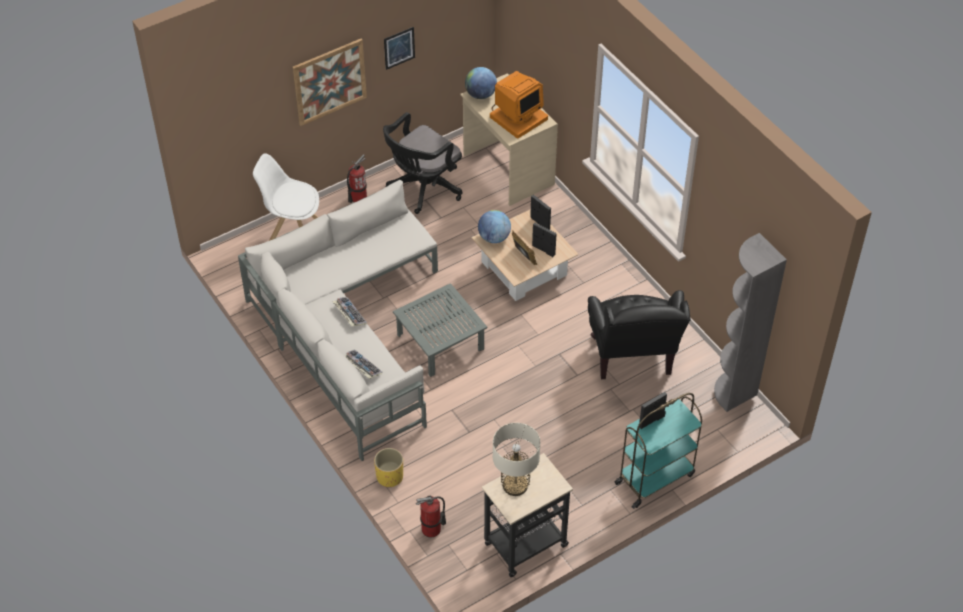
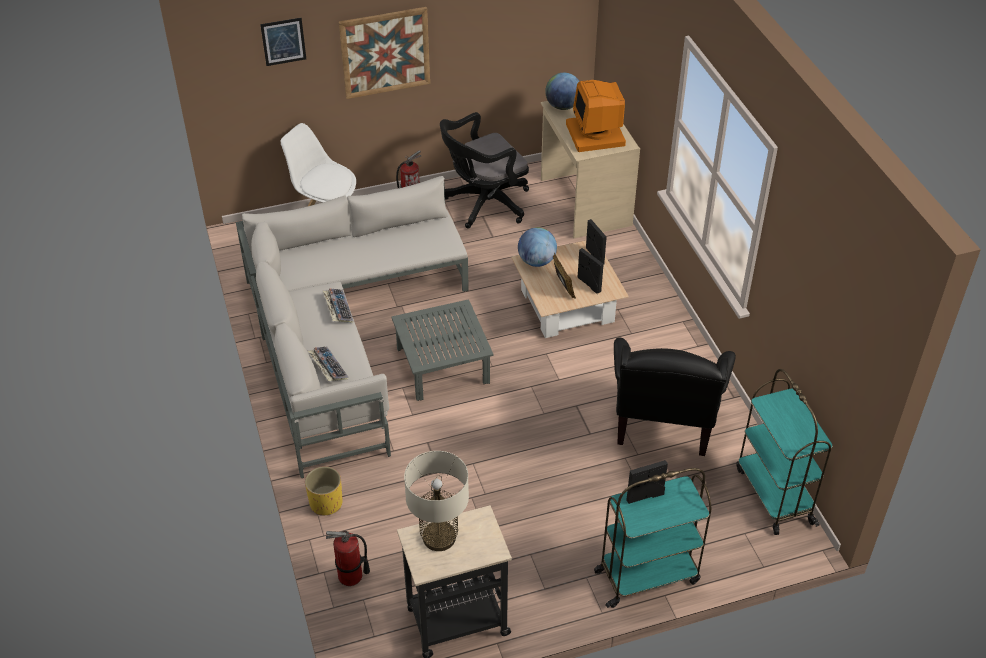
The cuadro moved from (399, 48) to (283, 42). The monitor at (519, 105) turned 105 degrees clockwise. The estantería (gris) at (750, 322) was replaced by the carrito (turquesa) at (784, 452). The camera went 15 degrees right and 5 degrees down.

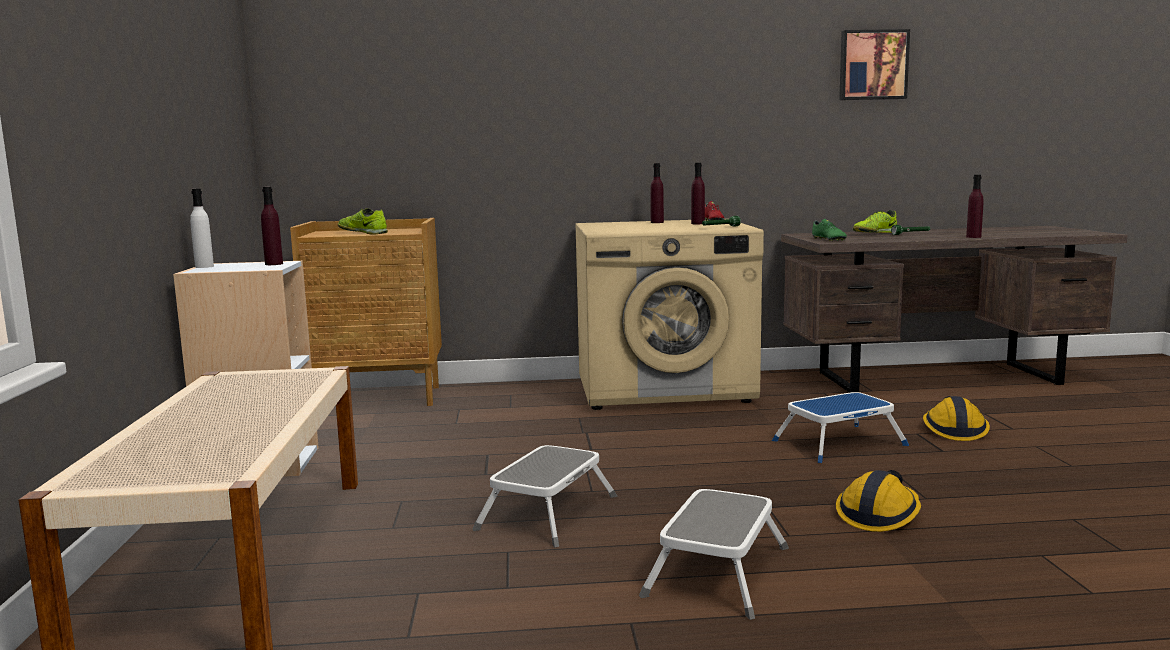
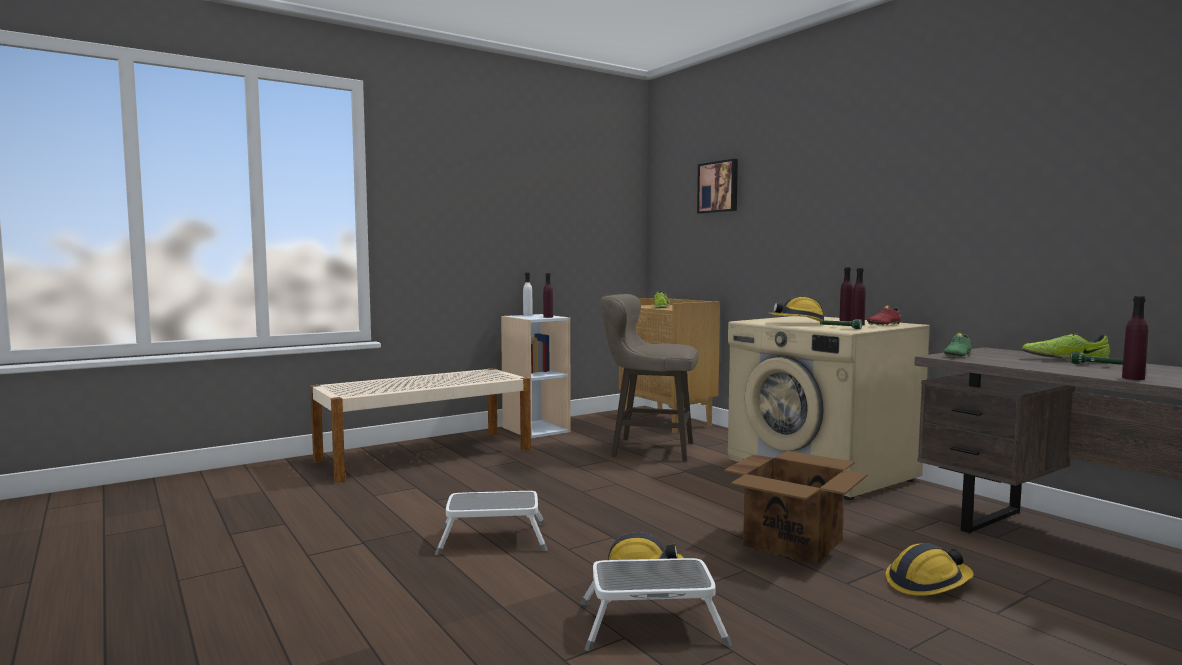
The escalera de tijera (gris) moved from (545, 496) to (656, 604). The taburete (beis) at (649, 377) appeared. The cuadro moved from (874, 64) to (717, 186). The escalera de tijera (azul) at (840, 427) was replaced by the caja de cartón at (796, 507). The casco at (796, 309) appeared. The camera went 60 degrees right and 5 degrees down.

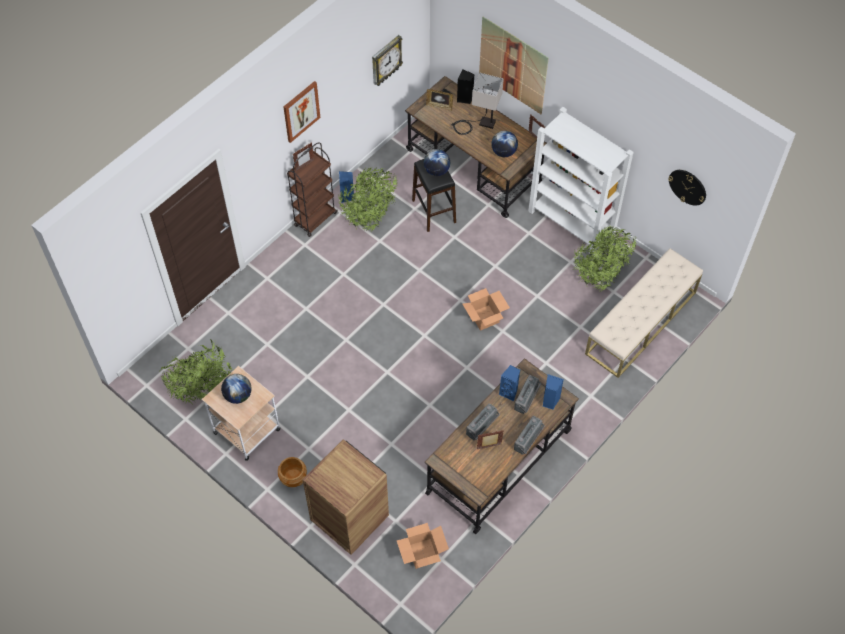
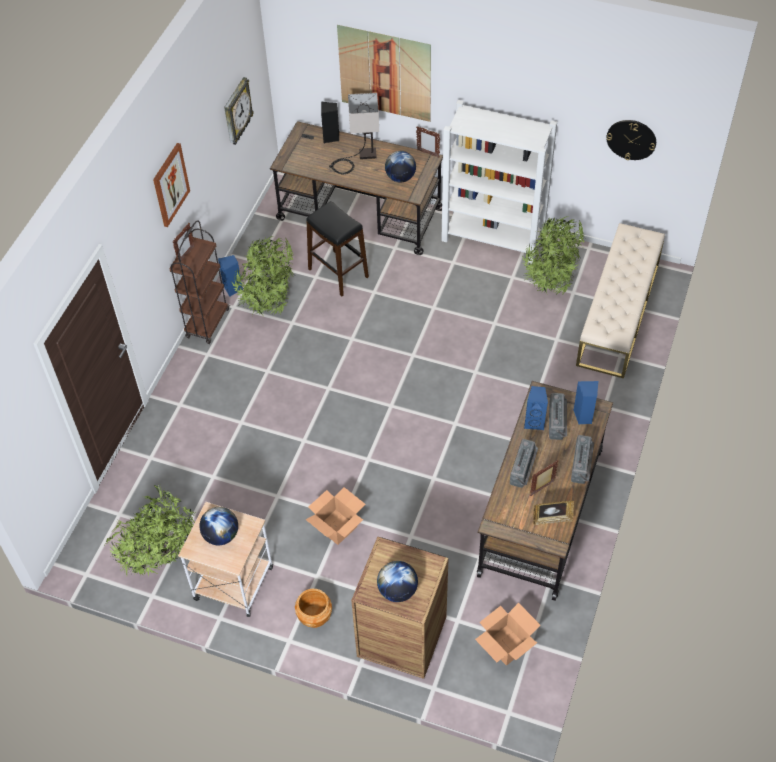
The caja de cartón moved from (486, 309) to (336, 516). The globo terráqueo moved from (437, 162) to (397, 581). The portarretratos moved from (439, 100) to (553, 512). The camera went 20 degrees left and 5 degrees down.

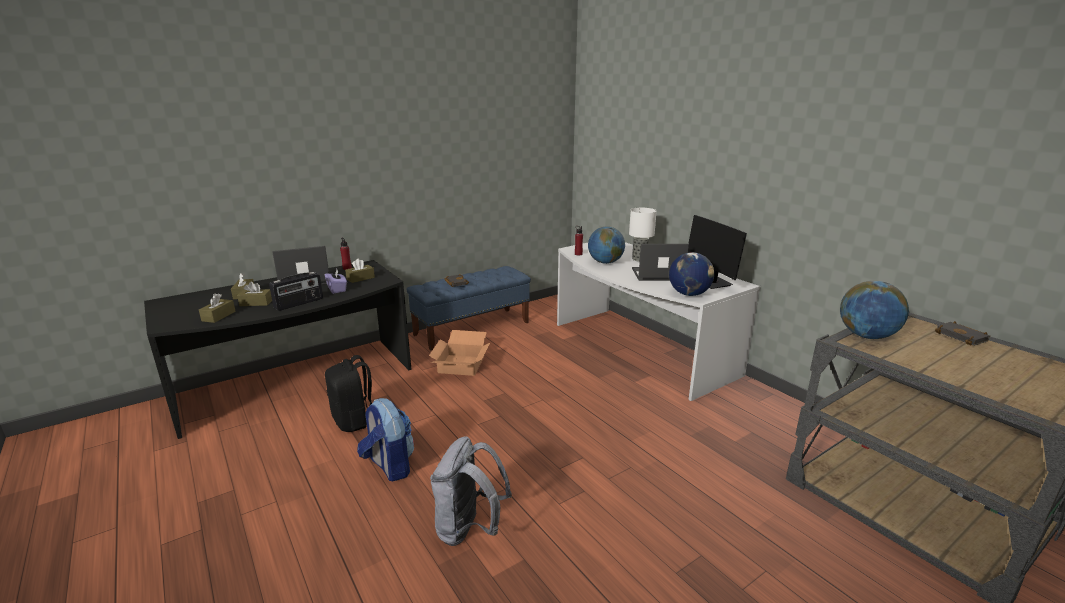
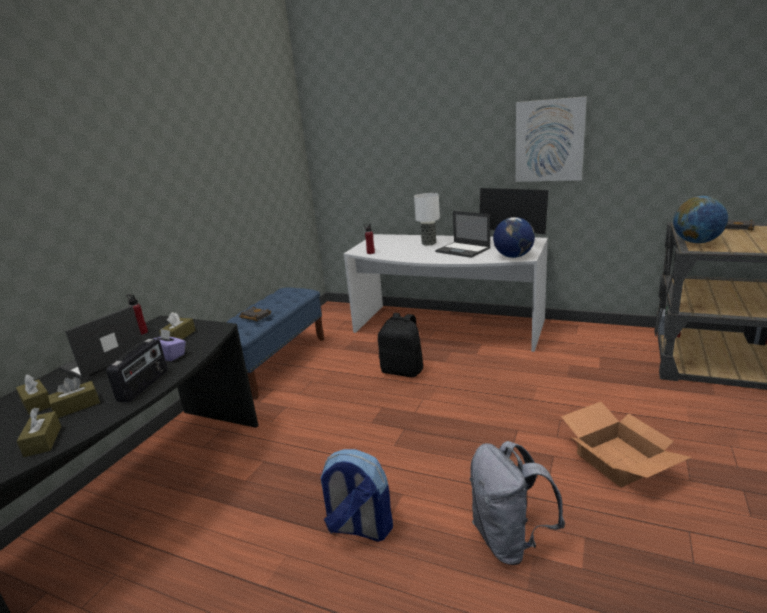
The mochila (negro) moved from (348, 393) to (400, 345). The portátil at (660, 262) turned 105 degrees counterclockwise. The cuadro at (551, 139) appeared. The caja de cartón moved from (459, 353) to (626, 445). The globo terráqueo at (606, 245) disappeared. The camera went 30 degrees left and 0 degrees up.

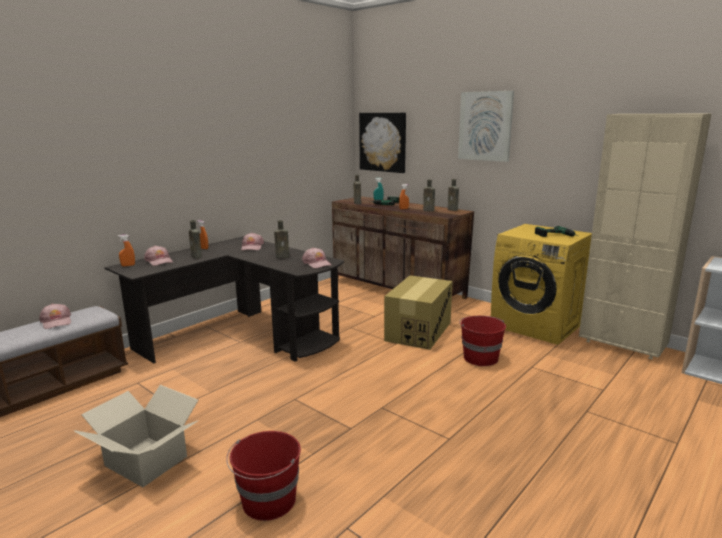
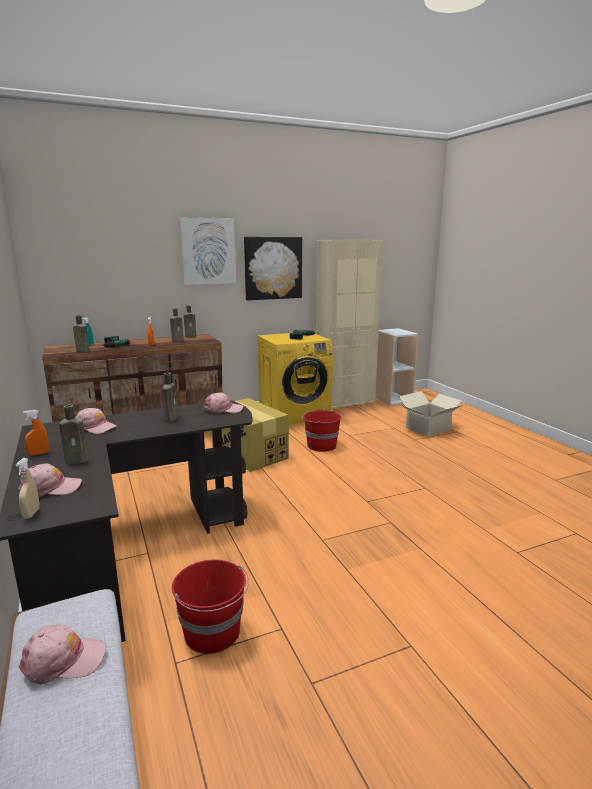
The pulverizador (naranja) at (126, 250) became the pulverizador (beis) at (28, 488). The cubo (rojo) moved from (263, 476) to (210, 606). The cuadro moved from (382, 143) to (273, 268). The caja de cartón moved from (136, 436) to (431, 414). The camera went 65 degrees left and 0 degrees up.

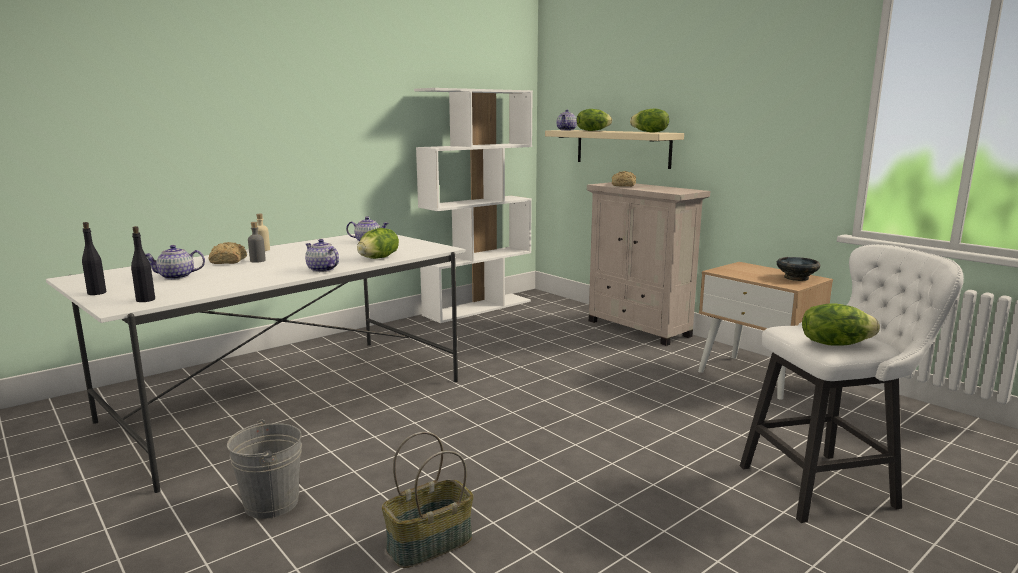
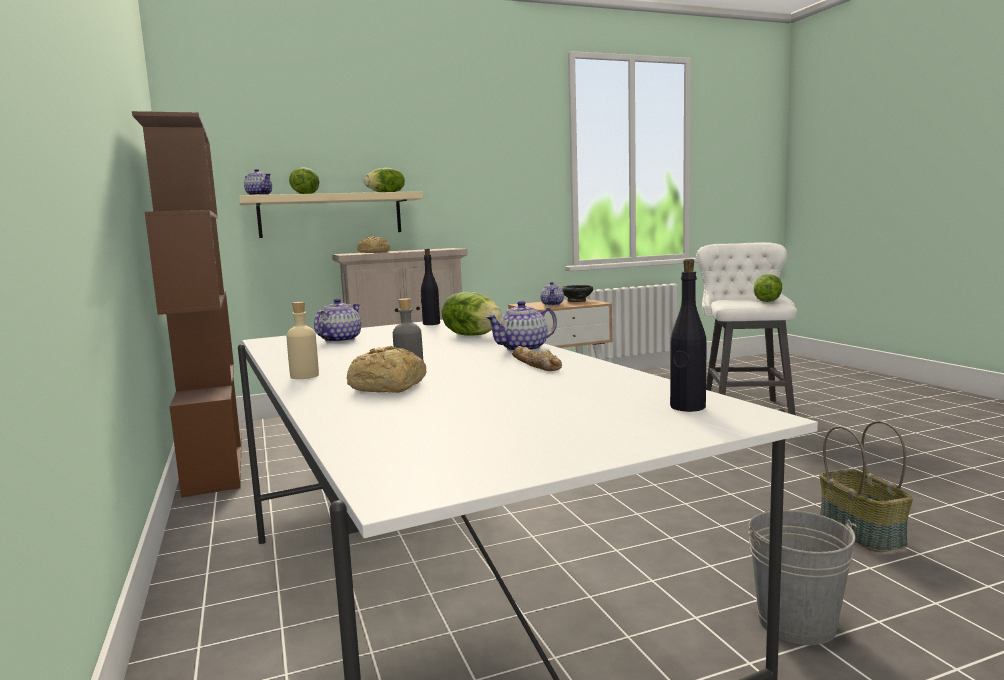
The estantería (blanco) at (473, 205) became the estantería (marrón) at (187, 304). The botella (negro) moved from (94, 258) to (430, 286). The pan at (537, 358) appeared. The tetera moved from (175, 262) to (552, 294). The camera went 70 degrees left and 5 degrees down.

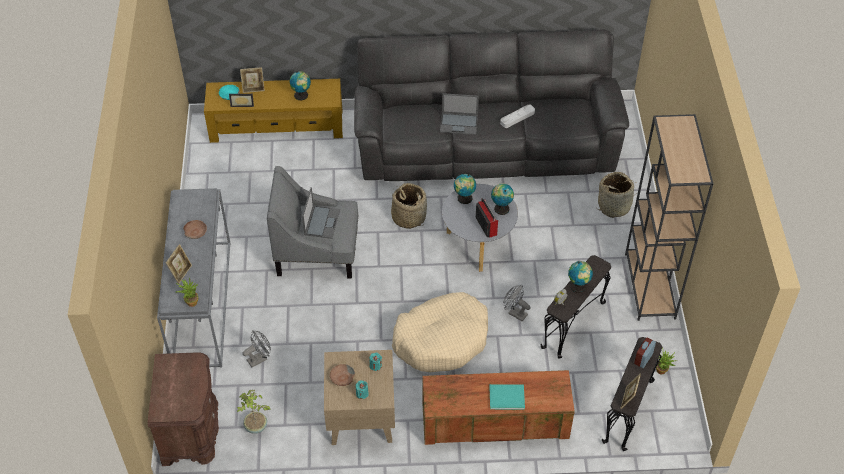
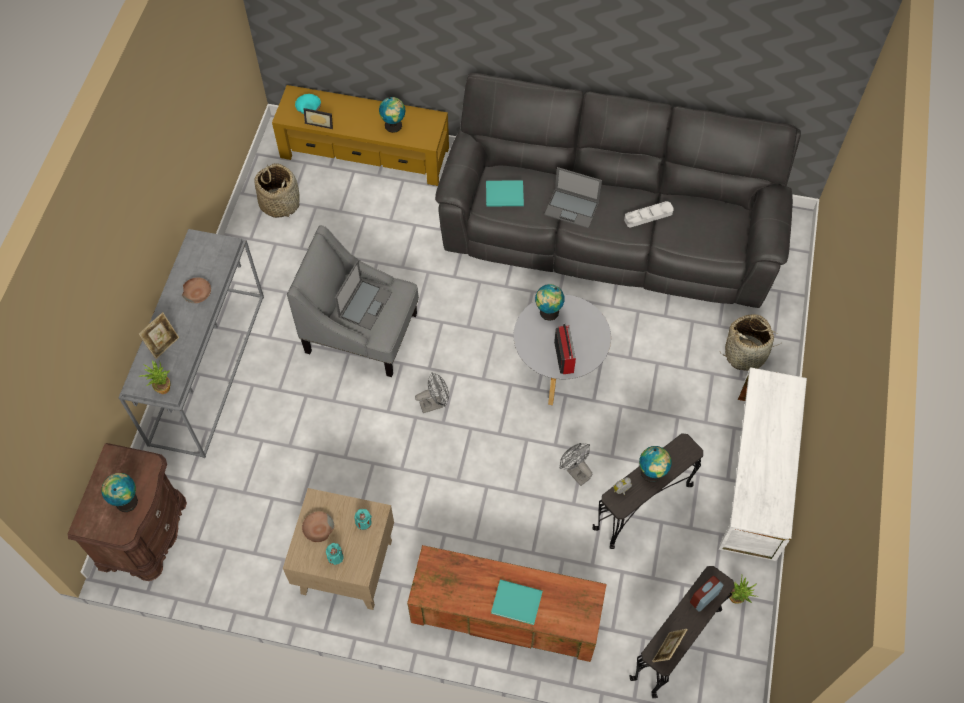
The globo terráqueo moved from (502, 199) to (119, 492). The cesta moved from (409, 206) to (277, 190). The ventilador (gris) moved from (257, 349) to (432, 393). The libro (turquesa) at (505, 193) appeared. The estantería at (669, 217) was replaced by the banco (blanco) at (762, 464). The planta en maceta at (254, 412) disappeared. The portarretratos at (252, 80) disappeared. The cama para perro (beis) at (440, 332) disappeared. The camera went 15 degrees right and 10 degrees up.

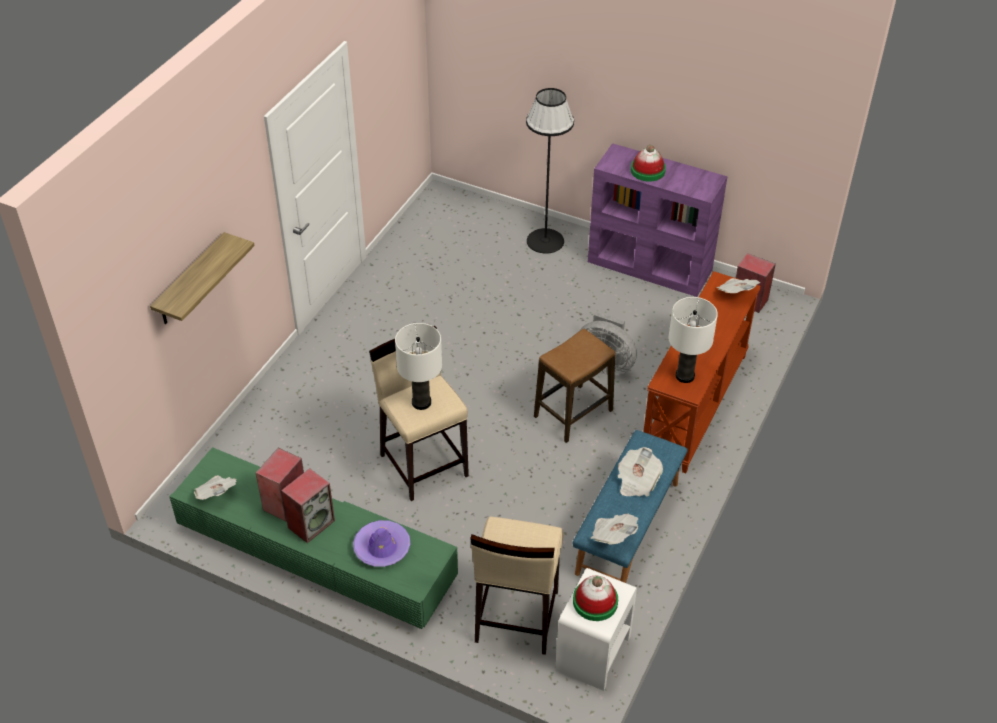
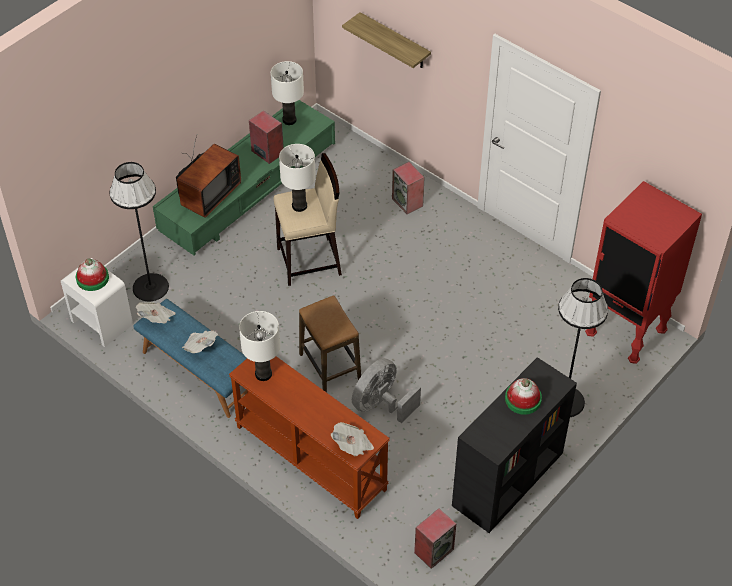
The taburete (beis) at (516, 586) was replaced by the lámpara de pie (negro) at (139, 231). The sombrero (morado) at (382, 543) was replaced by the televisor at (208, 176). The periódico at (215, 487) was replaced by the lámpara de mesa (blanco) at (287, 93). The altavoz moved from (308, 505) to (408, 188). The estantería (morado) at (658, 220) became the estantería (negro) at (514, 445). The armario (rojo) at (643, 272) appeared. The camera went 105 degrees right and 5 degrees up.

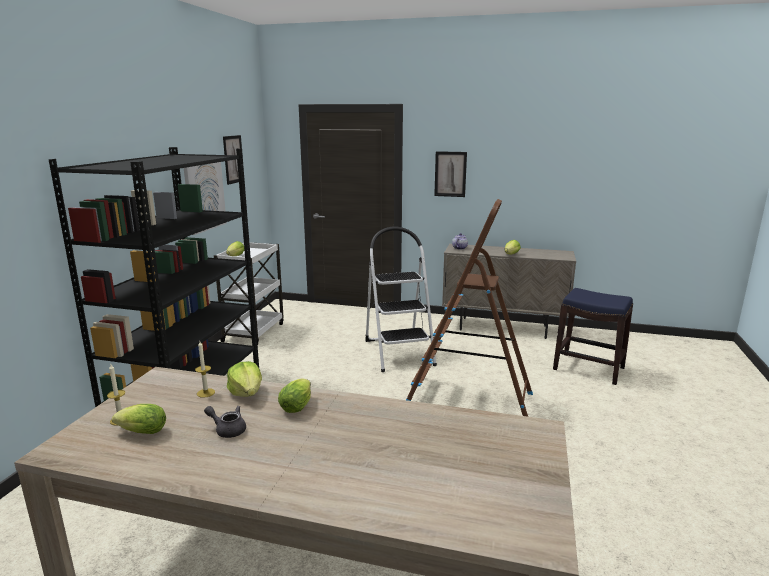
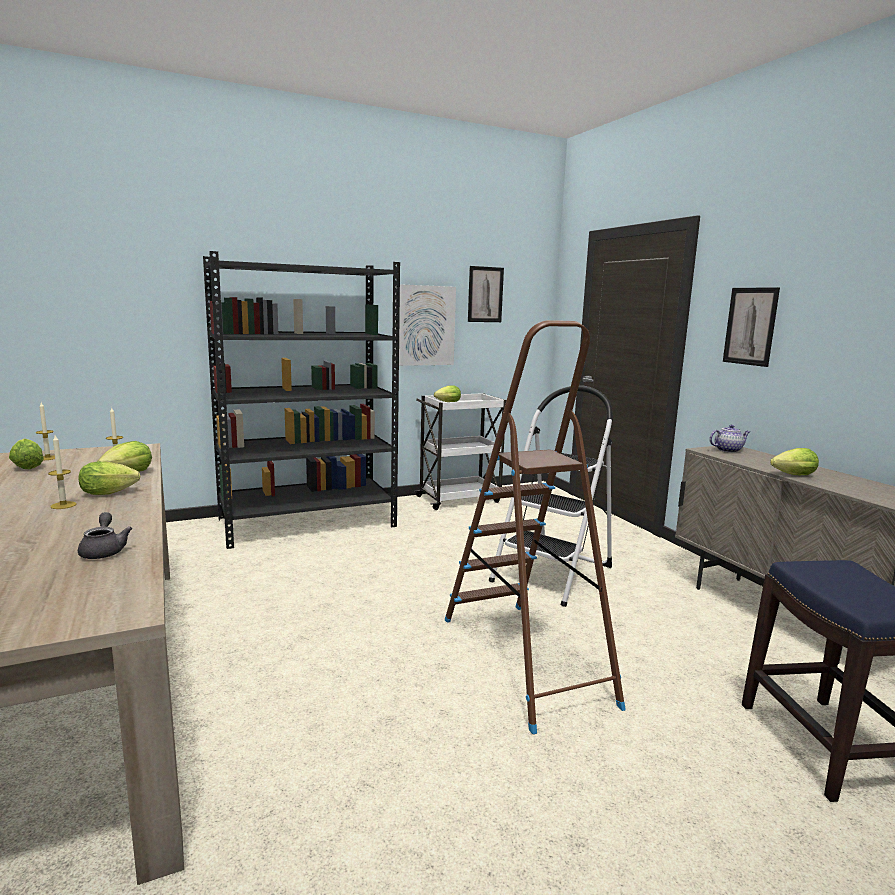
The vela at (62, 472) appeared. The tetera (gris) moved from (225, 422) to (105, 535). The camera went 50 degrees right and 5 degrees down.

